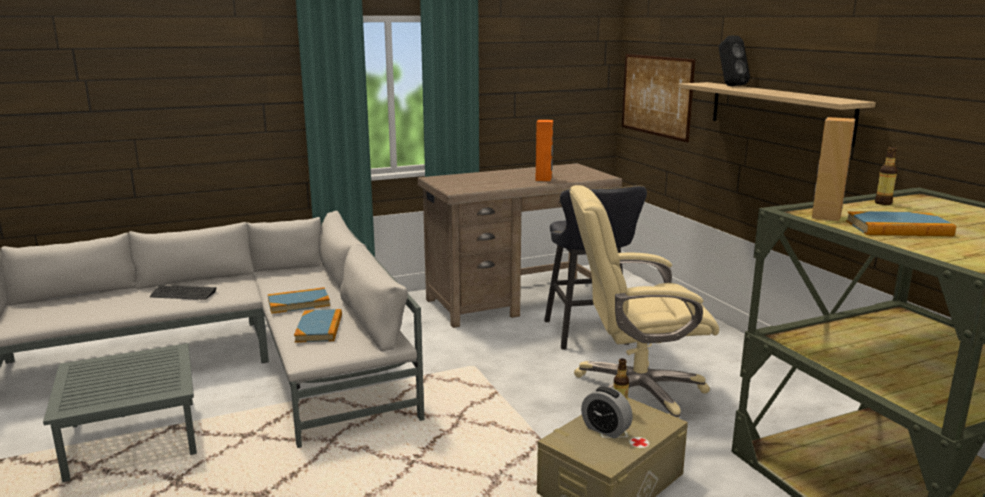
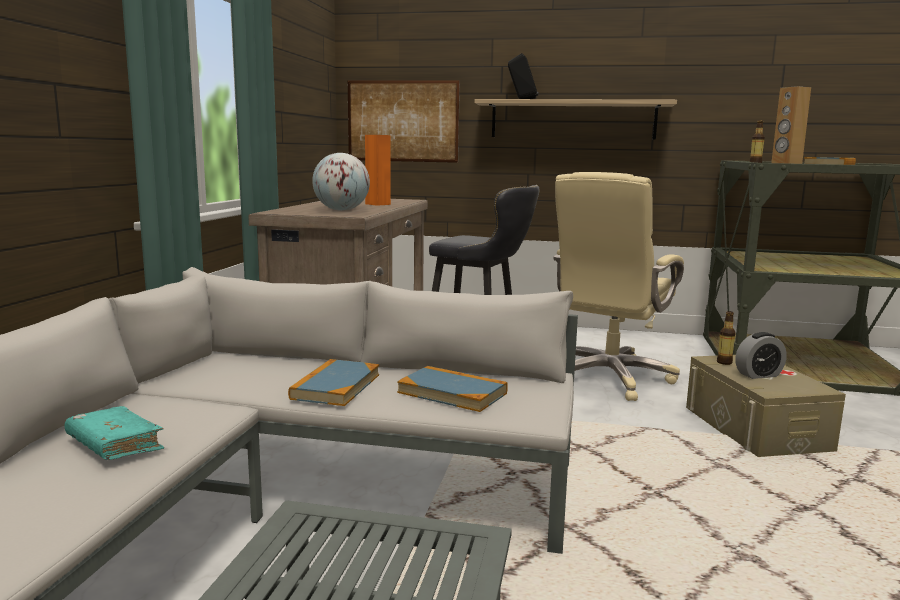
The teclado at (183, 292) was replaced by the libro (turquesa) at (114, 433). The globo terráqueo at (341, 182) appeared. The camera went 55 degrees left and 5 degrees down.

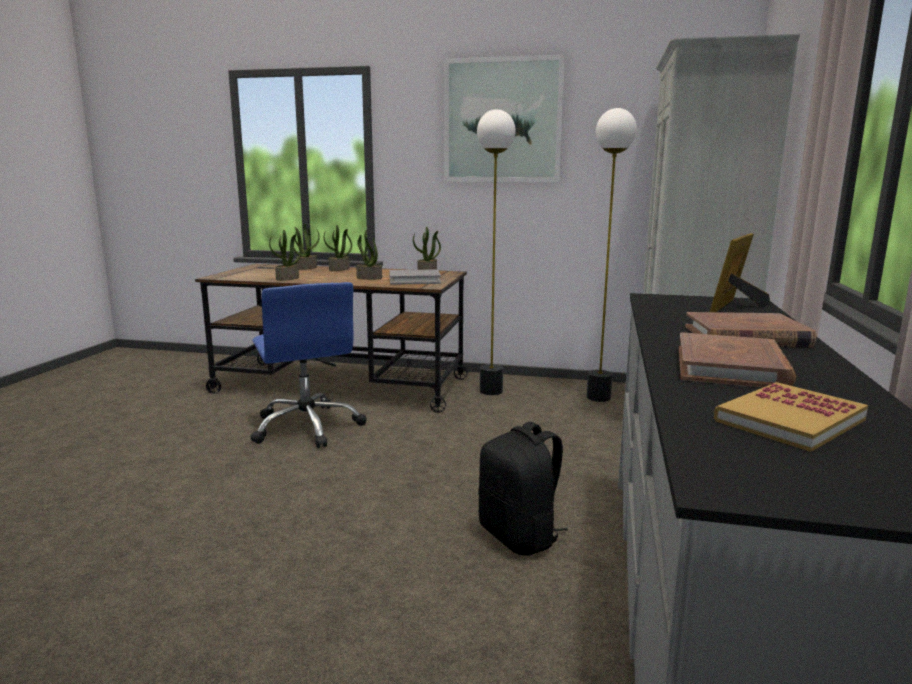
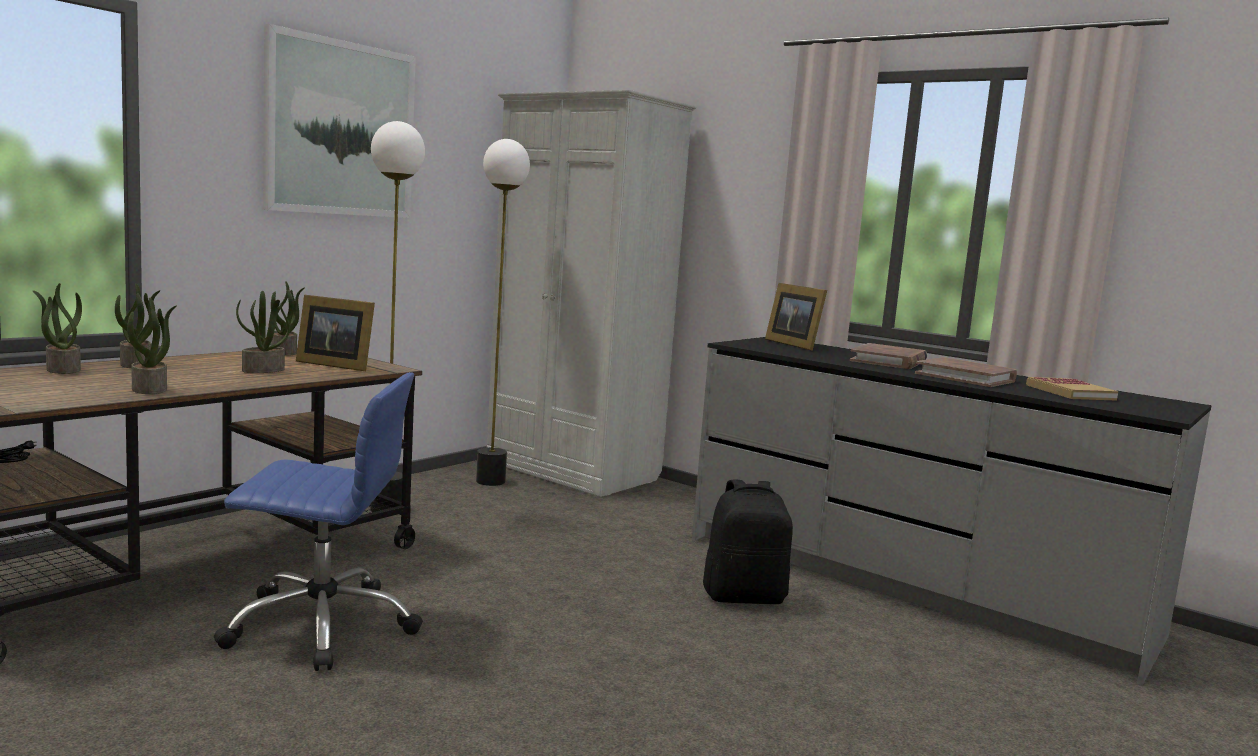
The libro (gris) at (415, 277) was replaced by the portarretratos at (335, 333). The camera went 65 degrees left and 5 degrees down.

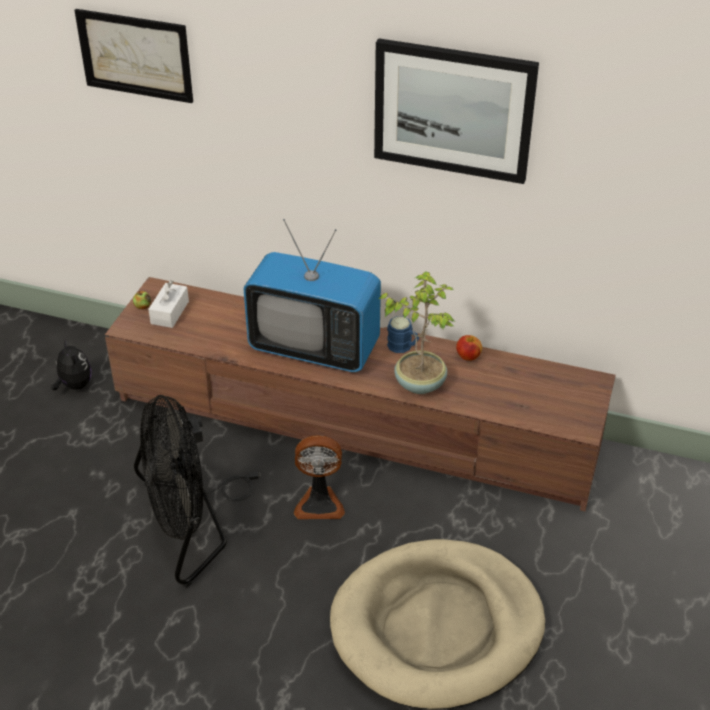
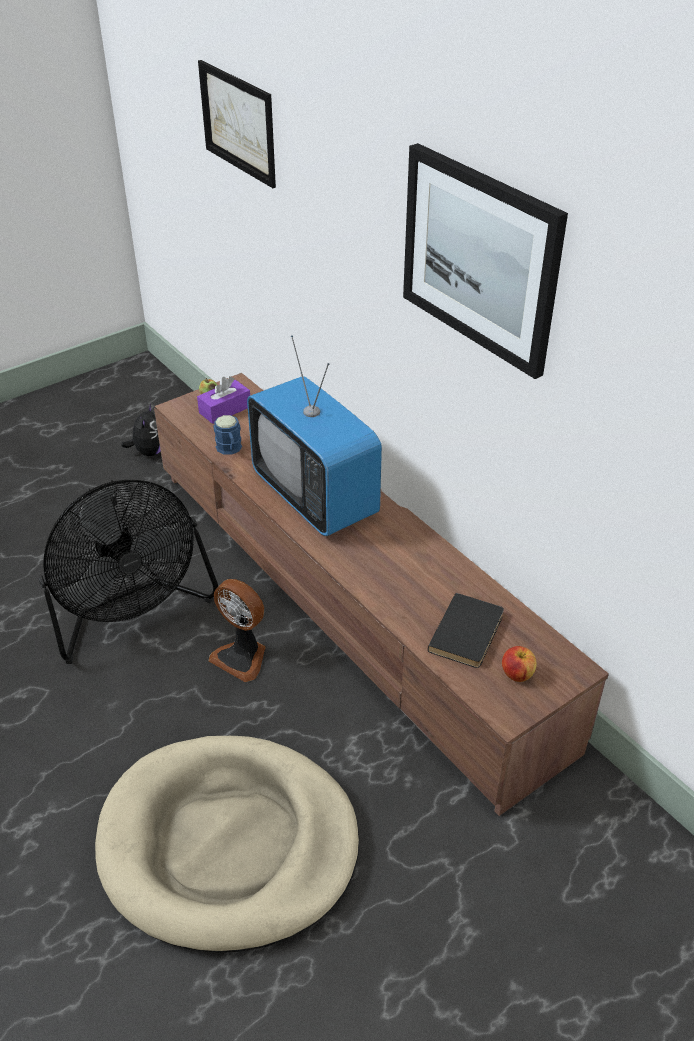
The ventilador (negro) at (197, 491) turned 135 degrees counterclockwise. The caja de pañuelos (blanco) at (168, 304) became the caja de pañuelos (morado) at (223, 400). The taza grande (azul) moved from (403, 334) to (228, 435). The libro (negro) at (466, 630) appeared. The manzana moved from (469, 348) to (519, 664). The planta en maceta at (417, 333) disappeared. The camera went 35 degrees right and 0 degrees up.

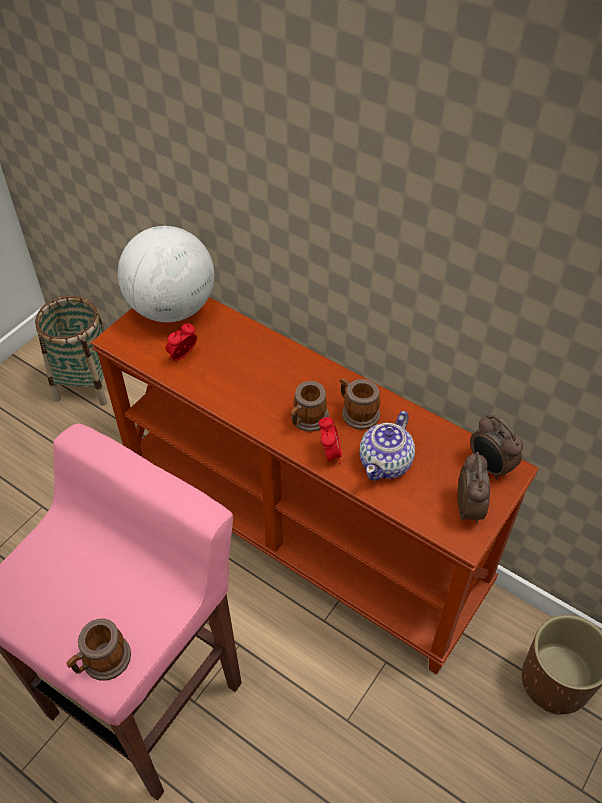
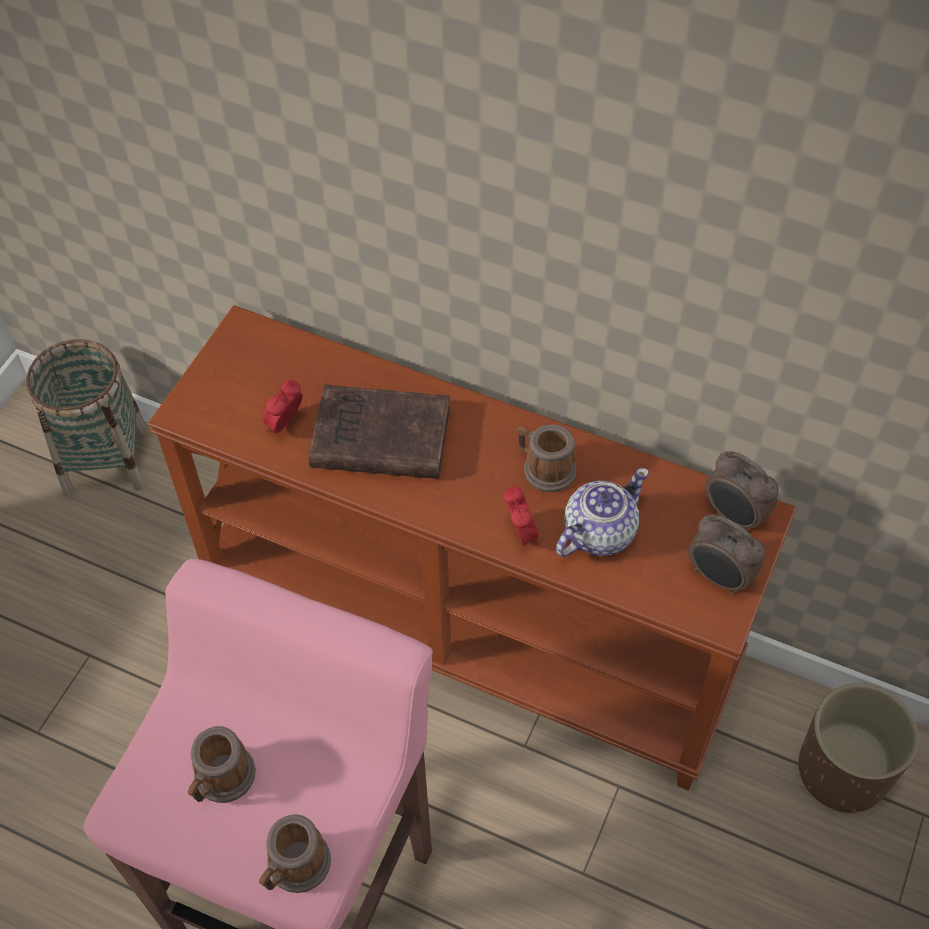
The taza grande moved from (310, 406) to (222, 764). The libro (marrón) at (379, 432) appeared. The tetera at (387, 446) turned 150 degrees counterclockwise. The despertador at (474, 488) turned 135 degrees clockwise. The globo terráqueo at (166, 274) disappeared. The camera went 10 degrees left and 5 degrees up.

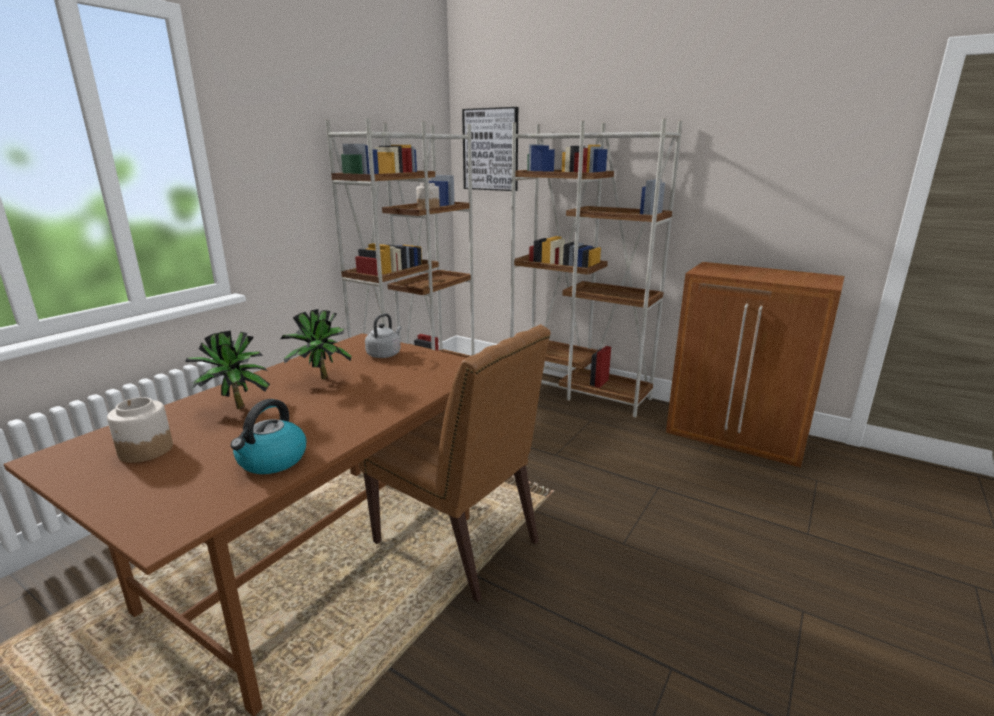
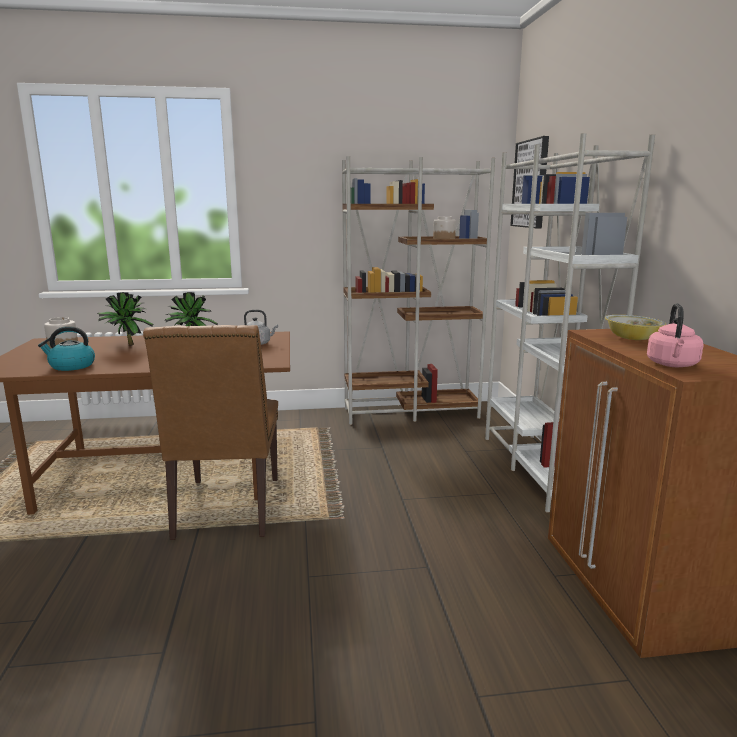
The estantería (marrón) at (596, 268) became the estantería (blanco) at (570, 323). The cuenco at (635, 327) appeared. The hervidor (rosa) at (675, 335) appeared. The camera went 50 degrees right and 5 degrees down.

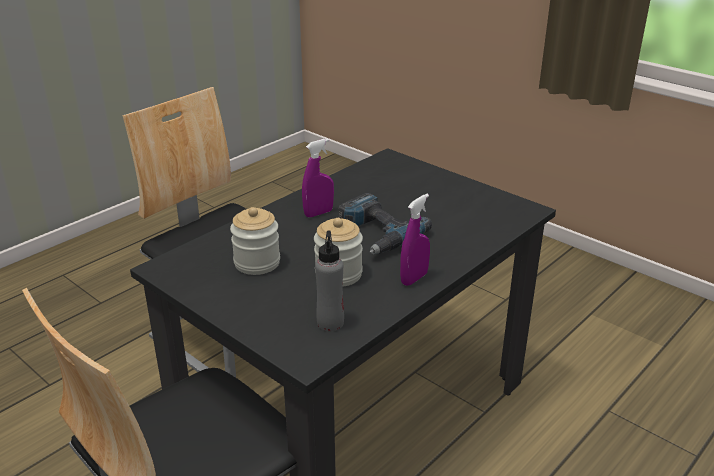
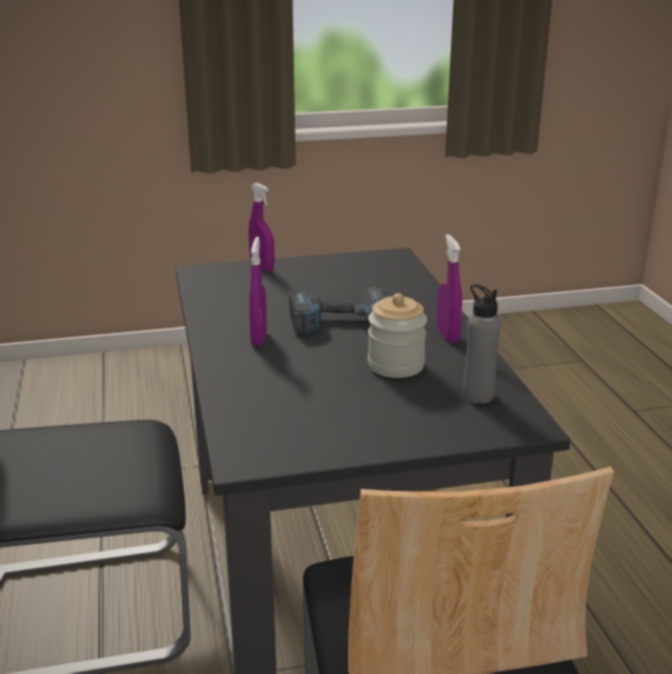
The pulverizador (morado) at (261, 227) appeared. The tarro at (255, 241) disappeared. The camera went 55 degrees left and 5 degrees down.

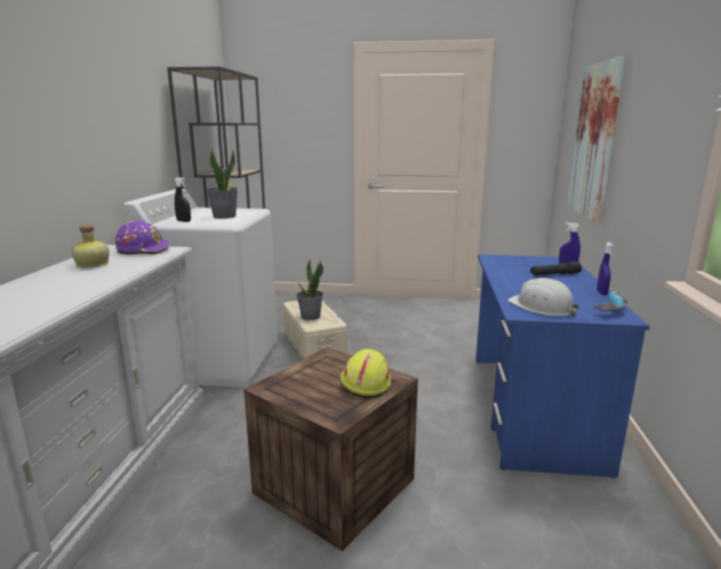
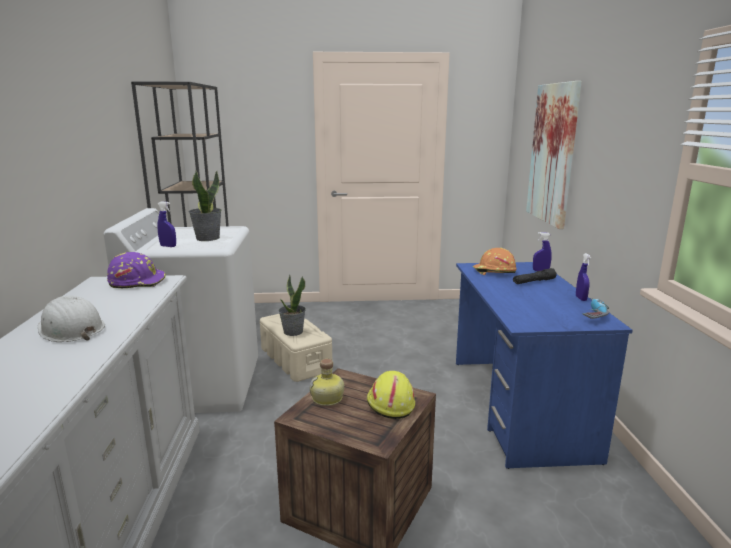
The casco (blanco) moved from (544, 297) to (71, 318). The pulverizador (negro) at (182, 199) became the pulverizador (azul) at (166, 224). The botella moved from (90, 246) to (327, 382). The casco (naranja) at (495, 261) appeared. The camera went 10 degrees left and 0 degrees up.

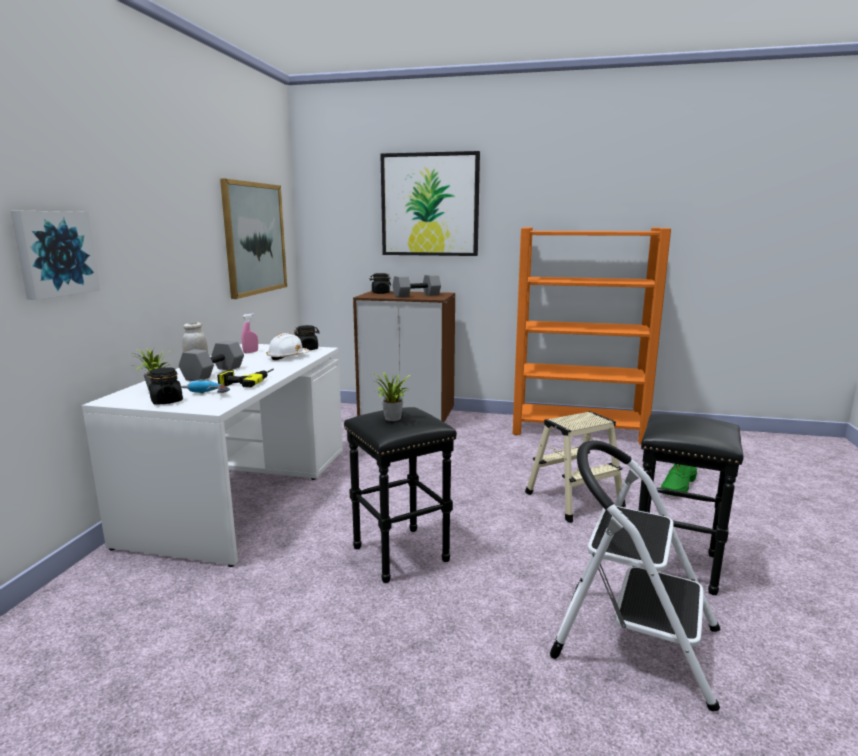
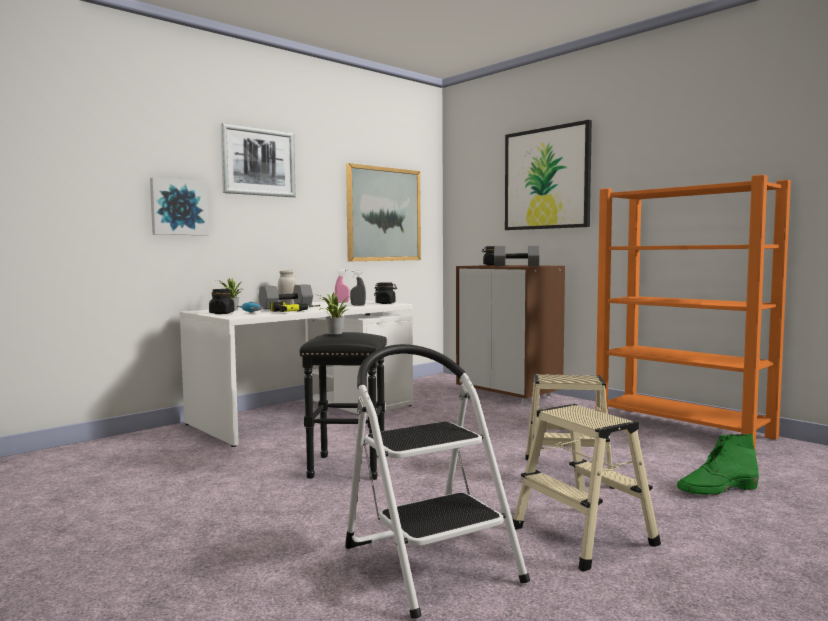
The cuadro at (258, 160) appeared. The casco (blanco) at (288, 346) was replaced by the pulverizador (gris) at (358, 287). The taburete (negro) at (688, 504) was replaced by the escalera de tijera (beis) at (587, 487). The camera went 35 degrees right and 10 degrees down.

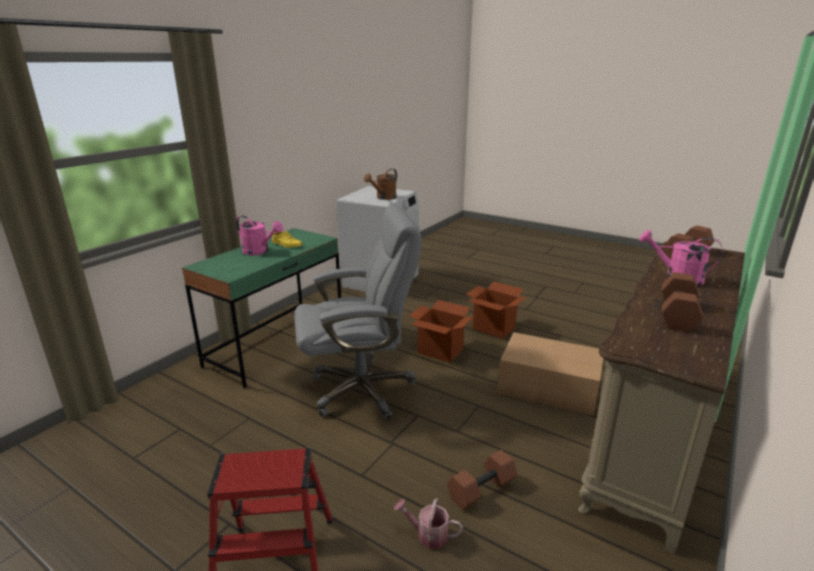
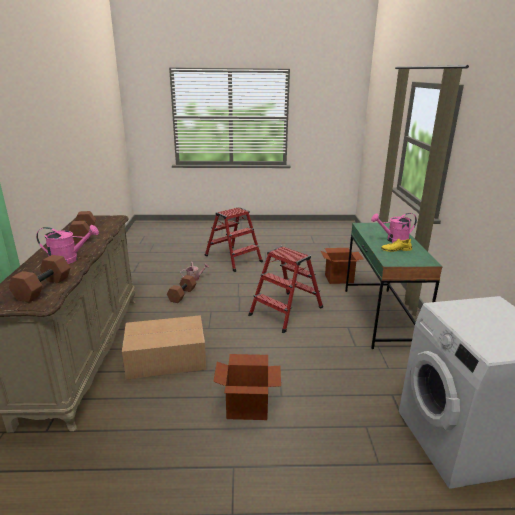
The silla de oficina (gris) at (358, 312) was replaced by the escalera de tijera (rojo) at (285, 289). The caja de cartón moved from (441, 331) to (342, 266). The regadera (marrón) at (380, 184) disappeared. The camera went 145 degrees right and 0 degrees up.

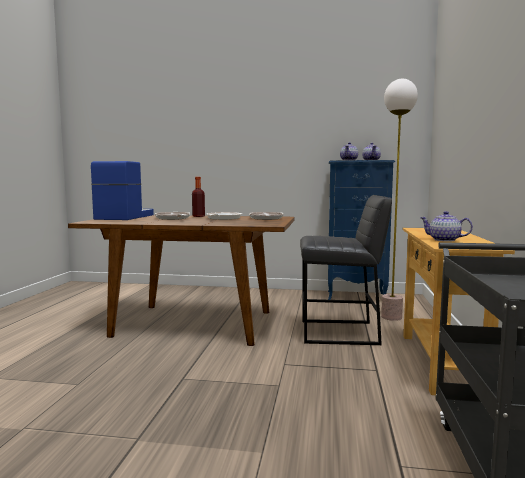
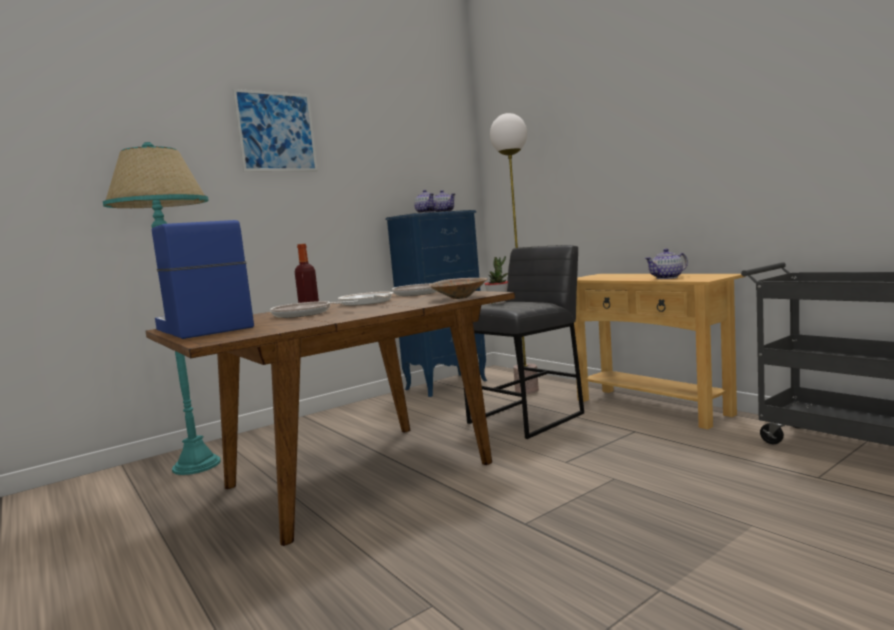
The lámpara de pie (turquesa) at (162, 308) appeared. The cuadro at (275, 130) appeared. The cuenco (beis) at (457, 288) appeared. The planta en maceta at (496, 280) appeared. The camera went 45 degrees left and 0 degrees up.

